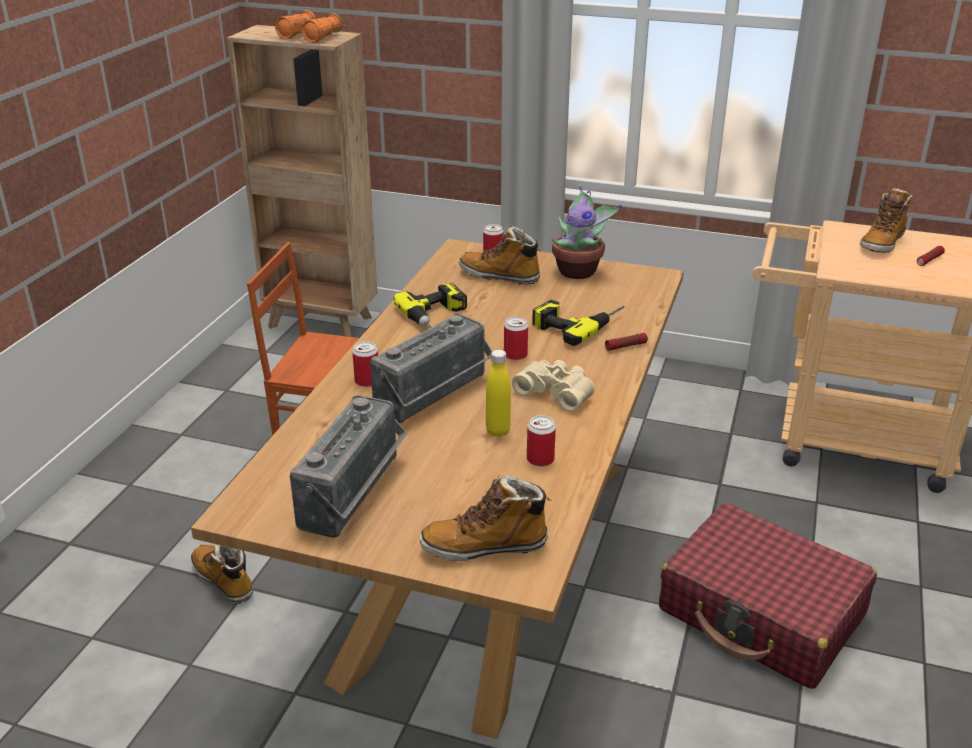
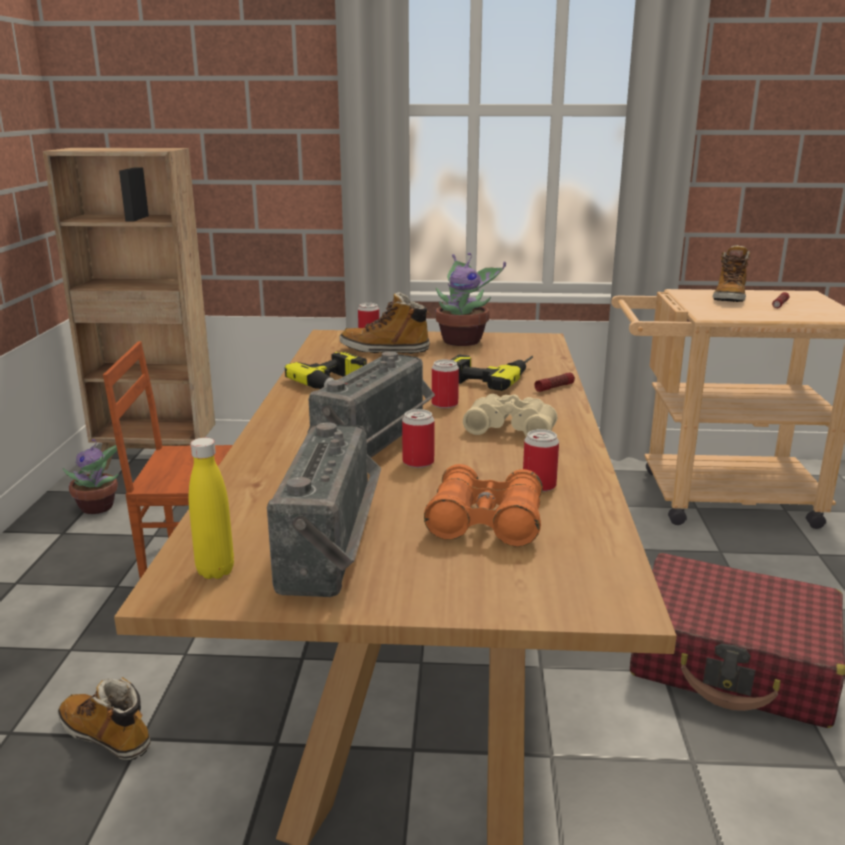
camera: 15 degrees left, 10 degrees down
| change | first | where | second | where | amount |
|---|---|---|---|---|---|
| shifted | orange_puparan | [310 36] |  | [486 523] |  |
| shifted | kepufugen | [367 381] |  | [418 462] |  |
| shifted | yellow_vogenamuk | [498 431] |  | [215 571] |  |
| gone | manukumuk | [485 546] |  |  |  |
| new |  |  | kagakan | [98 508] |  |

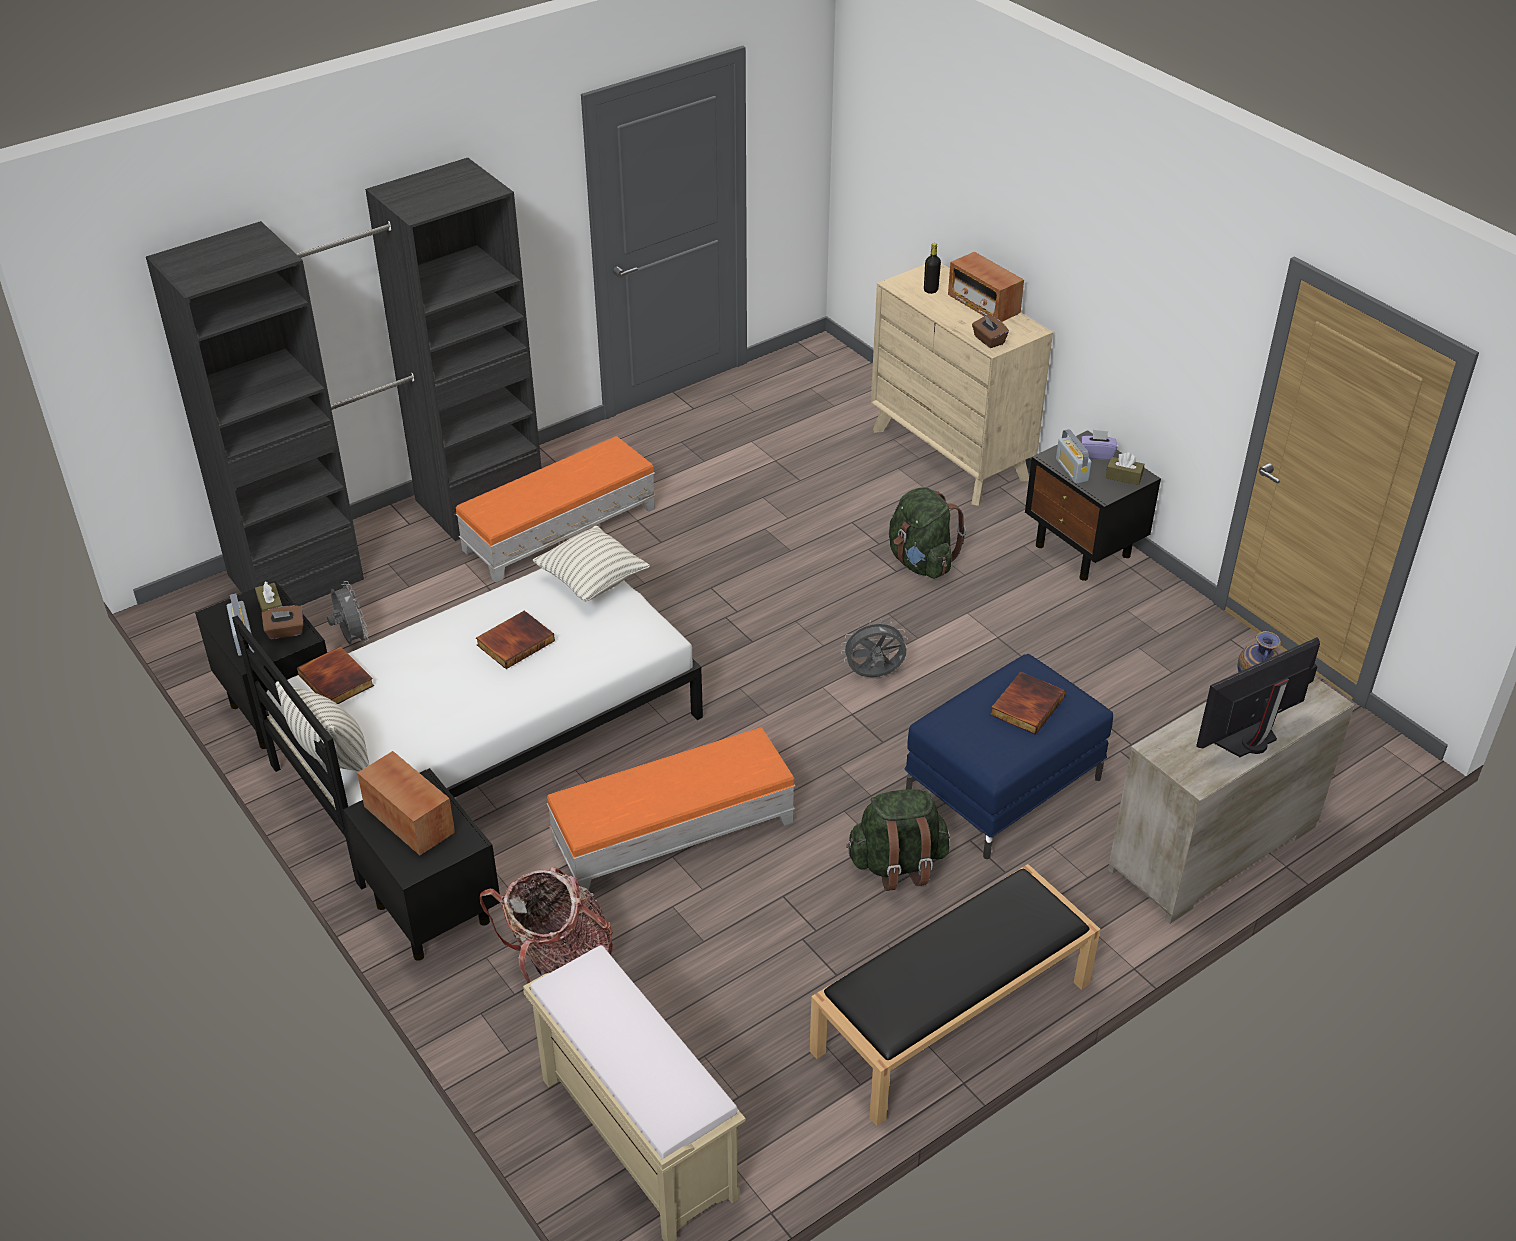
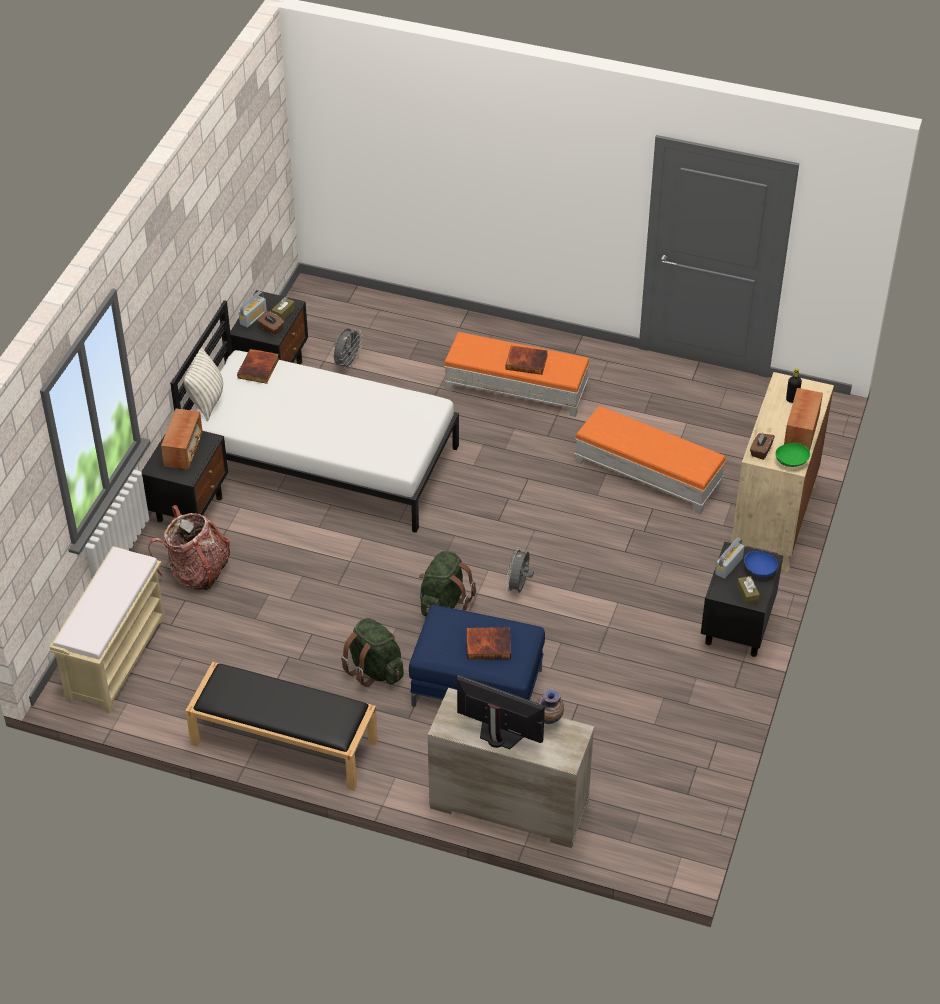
camera: 55 degrees right, 5 degrees up
| change | first | where | second | where | amount |
|---|---|---|---|---|---|
| gone | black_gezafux | [391 538] |  |  |  |
| swapped | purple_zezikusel | [1097 454] | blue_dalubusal | [759 571] |  |
| shifted | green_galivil | [921 562] |  | [444 603] |  |
| gone | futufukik | [592 581] |  |  |  |
| shifted | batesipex | [515 642] |  | [527 361] |  |
| rotated | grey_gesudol | [874 675] |  | [519 587] | 120 degrees counterclockwise |
| shifted | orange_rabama | [672 831] |  | [647 473] |  |
| new |  |  | green_dalubusal | [791 462] |  |

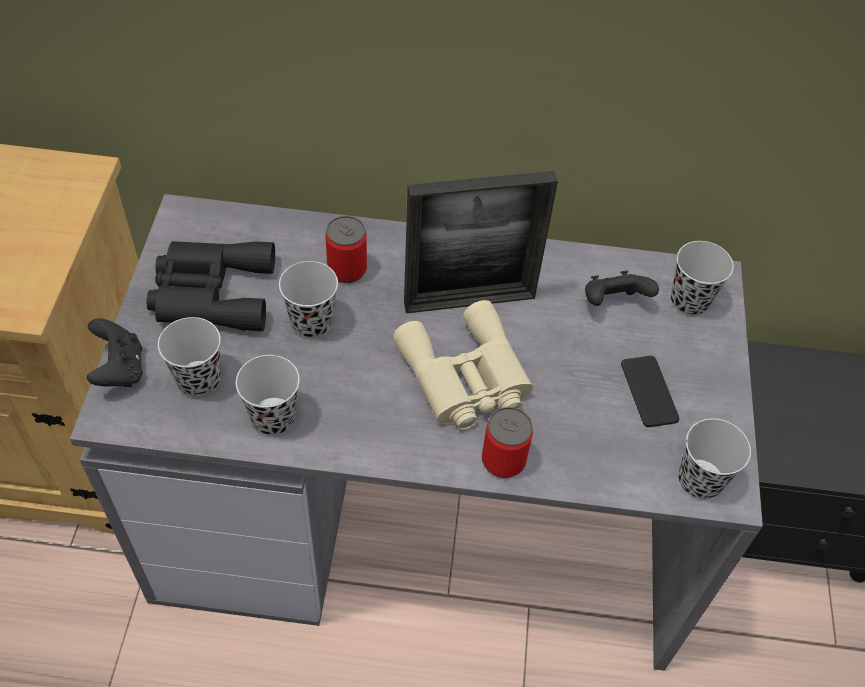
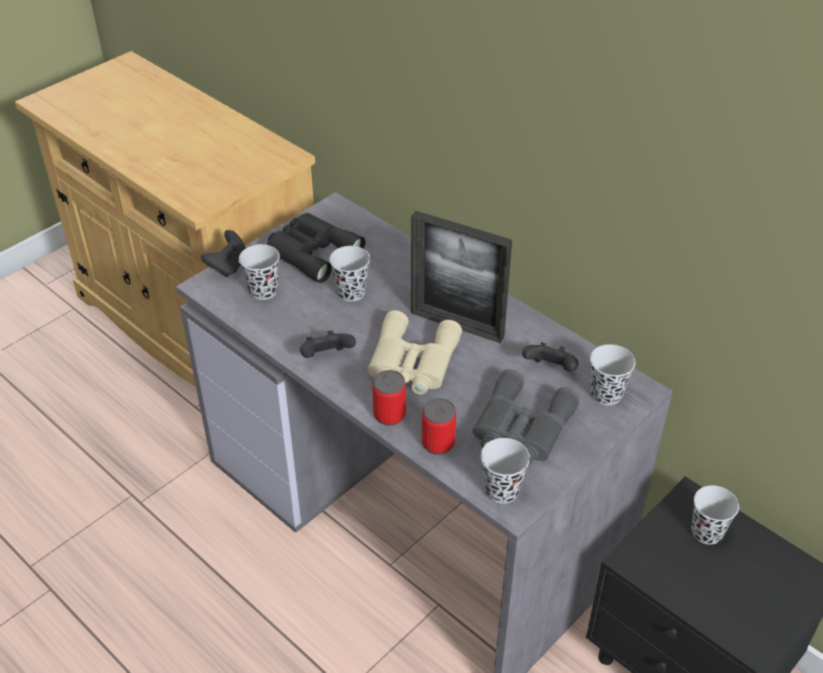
camera: 40 degrees right, 10 degrees down
| change | first | where | second | where | amount |
|---|---|---|---|---|---|
| shifted | kepufugen | [347 270] |  | [438 443] |  |
| shifted | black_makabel | [273 418] |  | [707 532] |  |
| swapped | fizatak | [649 391] | grey_puparan | [521 428] |  |
| new |  |  | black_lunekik | [327 357] |  |

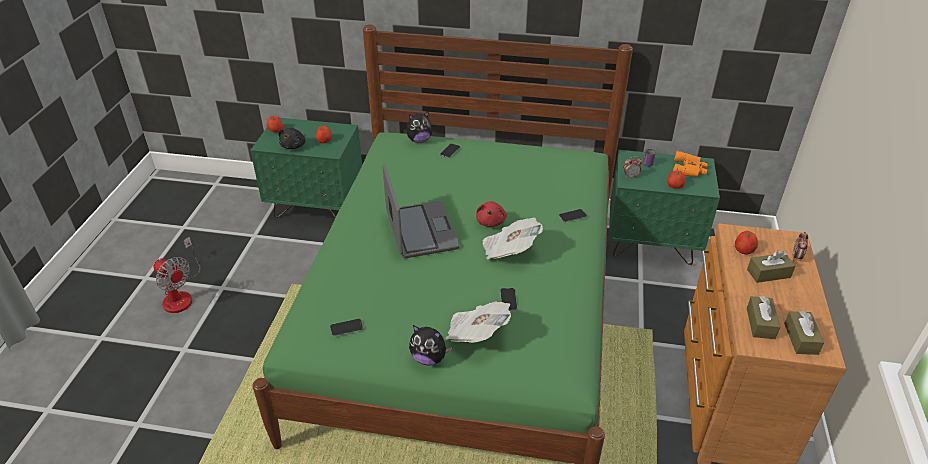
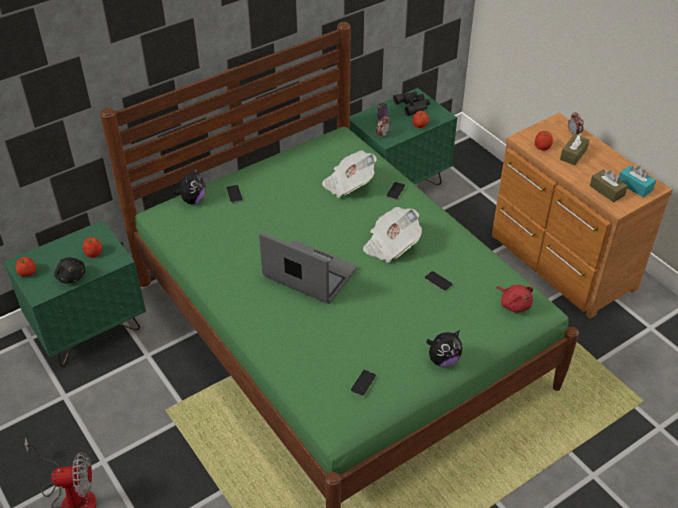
camera: 45 degrees left, 5 degrees up
| change | first | where | second | where | amount |
|---|---|---|---|---|---|
| repainted | orange_puparan | [689 169] | black_puparan | [413 105] |  |
| shifted | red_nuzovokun | [491 221] |  | [514 304] |  |
| shifted | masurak | [476 333] |  | [348 184] |  |
| repainted | brown_zezikusel | [801 338] | turquoise_zezikusel | [635 186] |  |

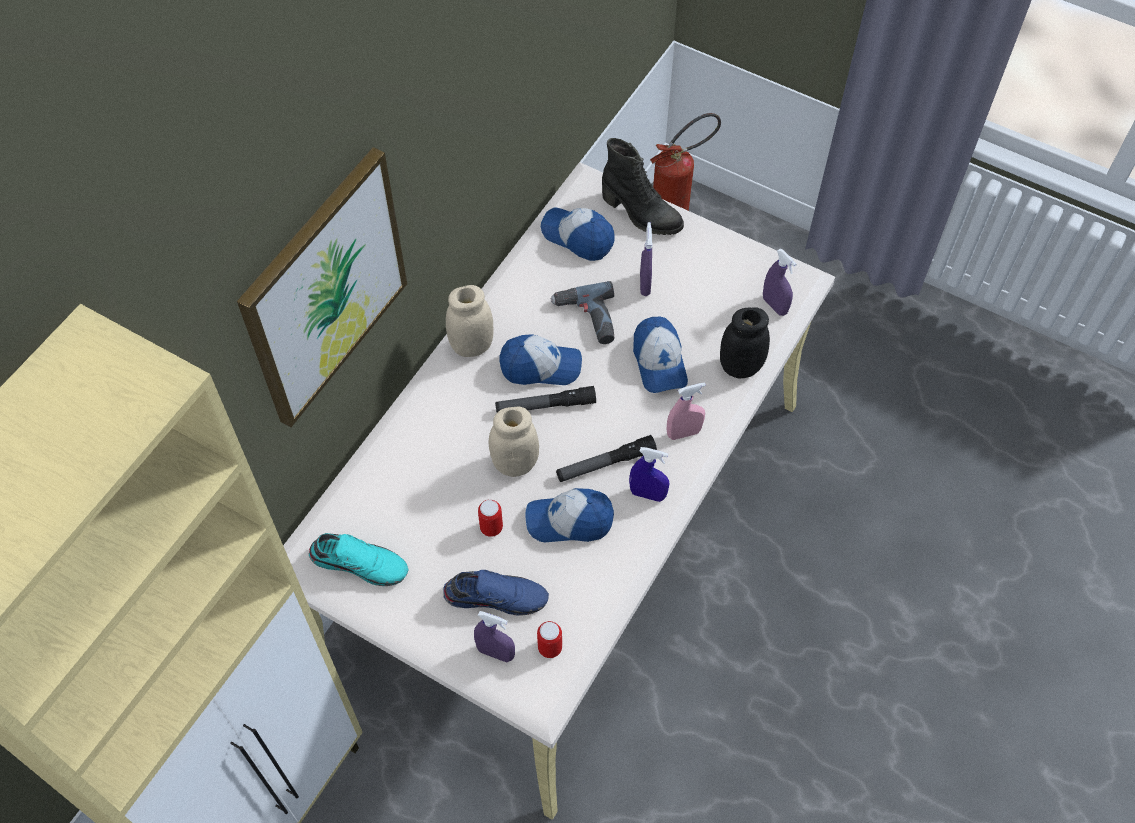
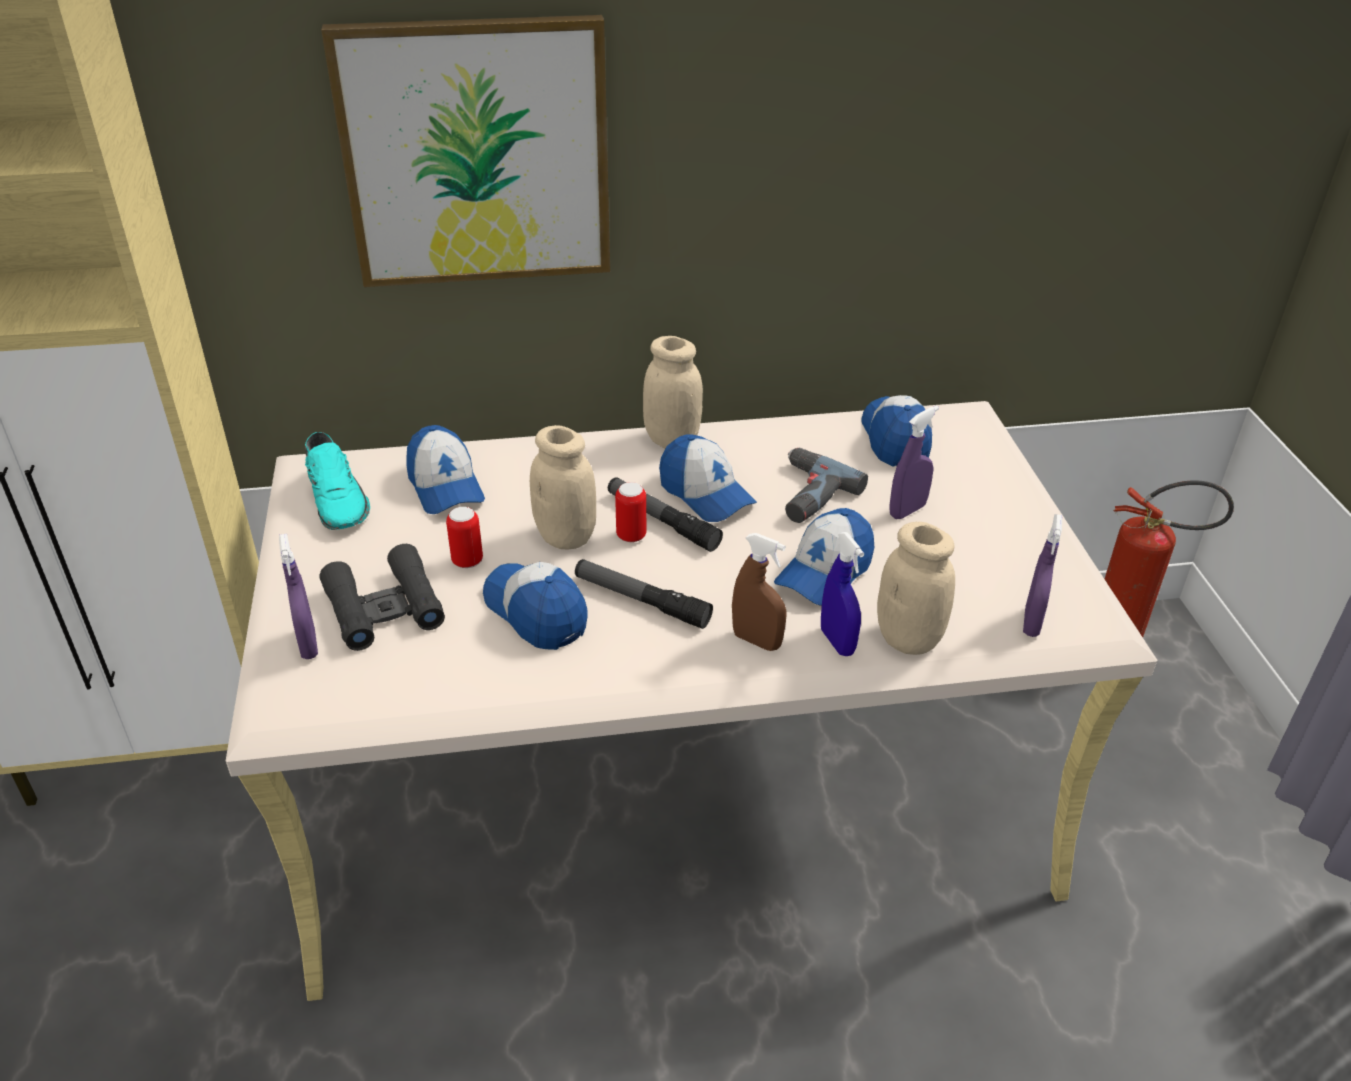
camera: 50 degrees right, 20 degrees down
| change | first | where | second | where | amount |
|---|---|---|---|---|---|
| gone | black_manukumuk | [640 214] |  |  |  |
| repainted | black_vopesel | [740 366] | beige_vopesel | [908 639] |  |
| repainted | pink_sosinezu | [683 433] | brown_sosinezu | [756 640] |  |
| shifted | blue_sosinezu | [647 494] |  | [837 642] |  |
| swapped | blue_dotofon | [496 595] | black_puparan | [384 608] |  |
| shifted | kepufugen | [550 648] |  | [631 536] |  |
| new |  |  | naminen | [445 486] |  |

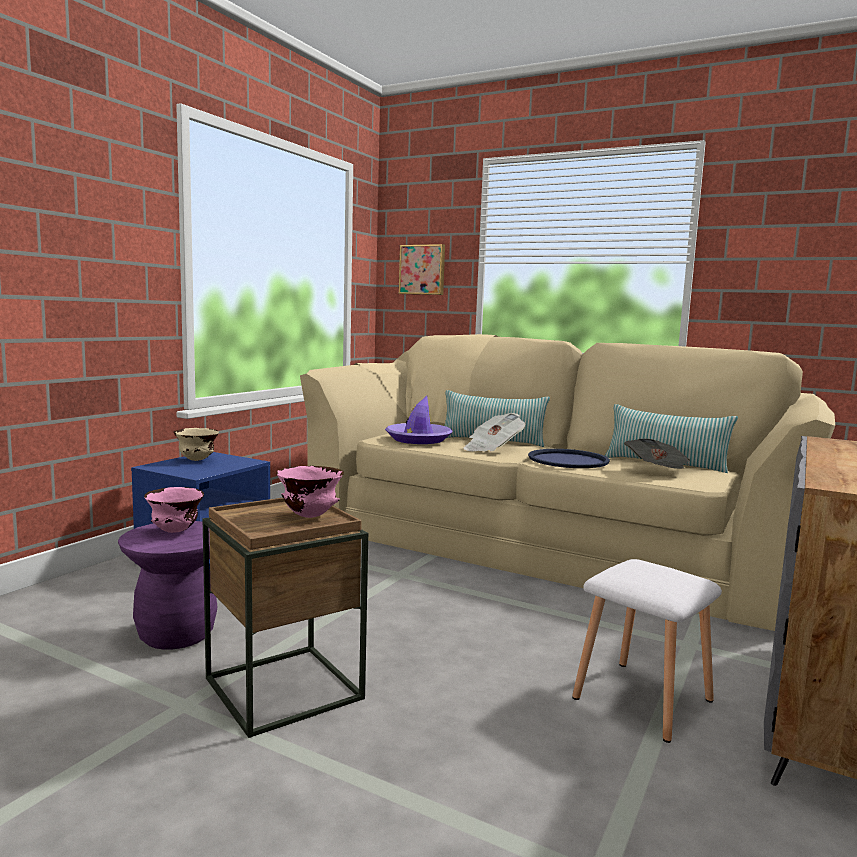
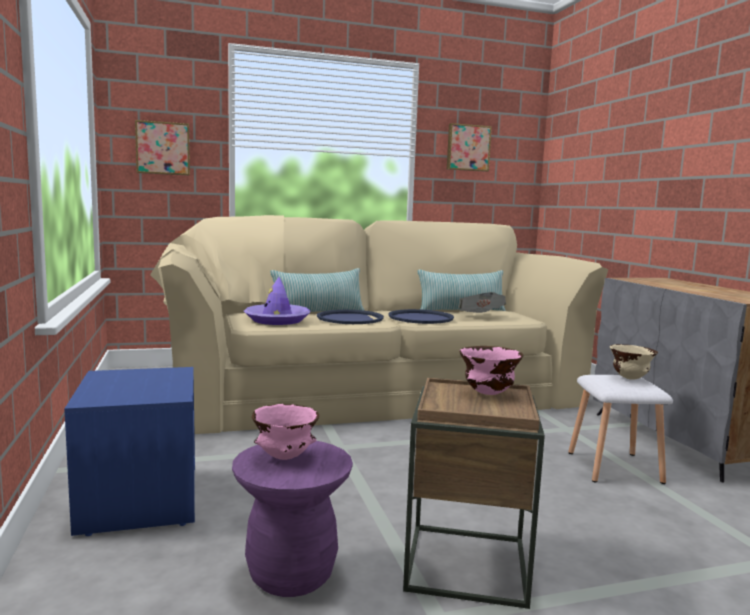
camera: 45 degrees left, 0 degrees up
| change | first | where | second | where | amount |
|---|---|---|---|---|---|
| swapped | masurak | [492 449] | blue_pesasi | [350 318] |  |
| shifted | beige_dalubusal | [197 460] |  | [630 378] |  |
| new |  |  | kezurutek | [467 148] |  |

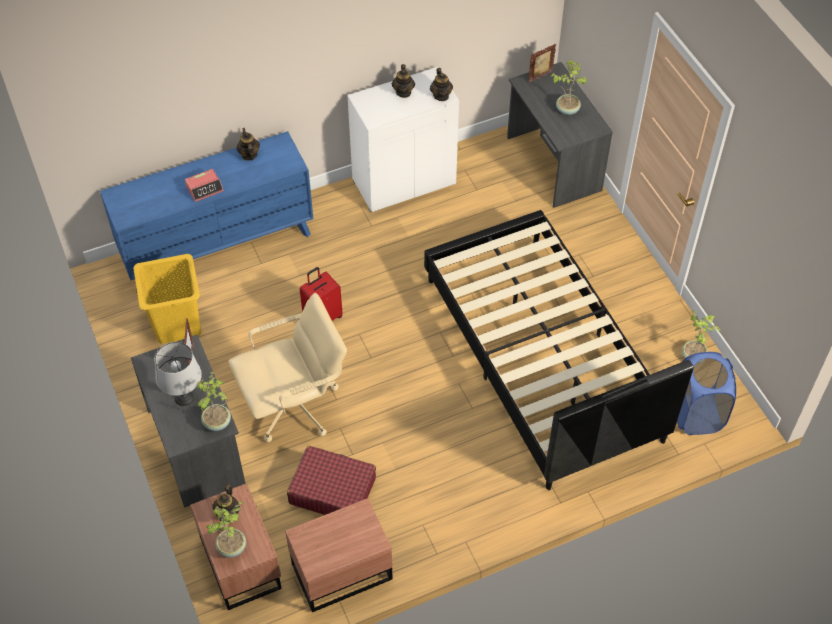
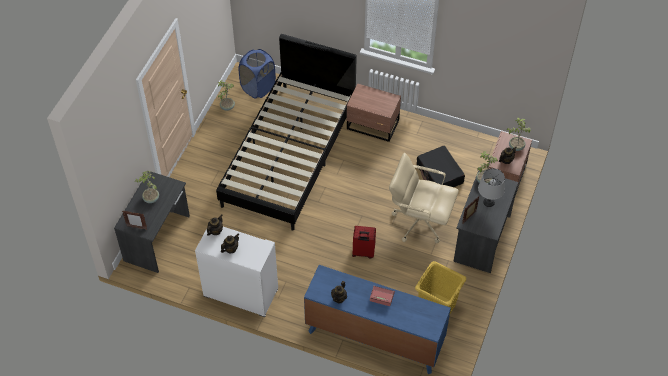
camera: 135 degrees left, 0 degrees up
| change | first | where | second | where | amount |
|---|---|---|---|---|---|
| repainted | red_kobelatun | [332 490] | black_kobelatun | [439 174] |  |
| shifted | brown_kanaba | [339 570] |  | [373 125] |  |

